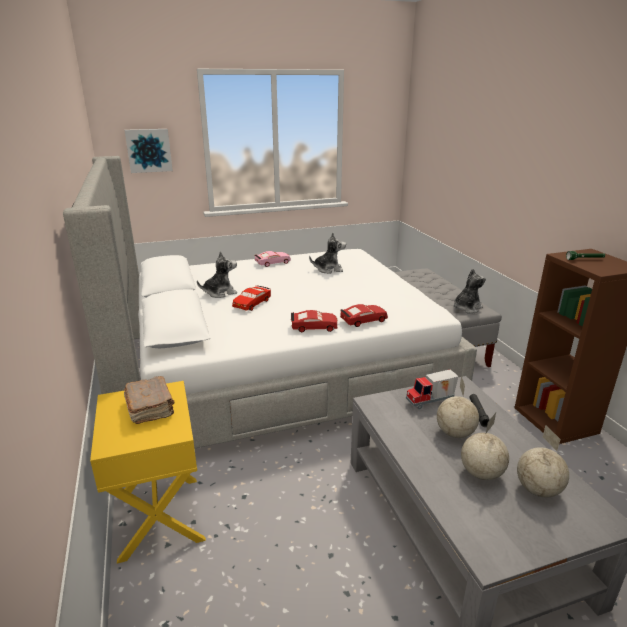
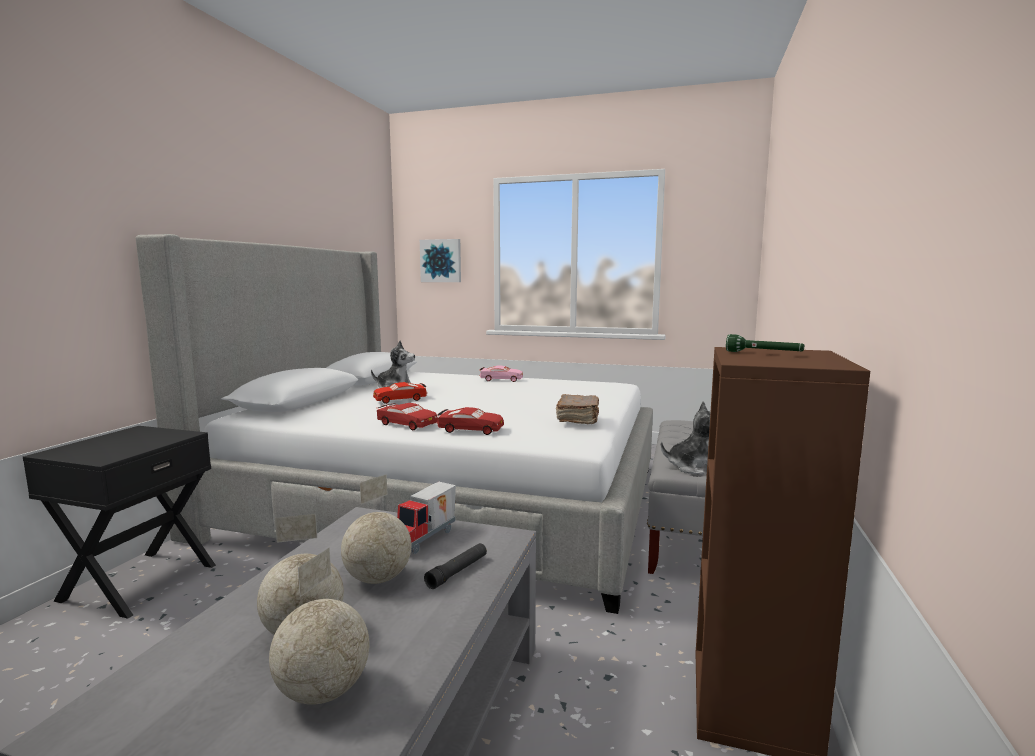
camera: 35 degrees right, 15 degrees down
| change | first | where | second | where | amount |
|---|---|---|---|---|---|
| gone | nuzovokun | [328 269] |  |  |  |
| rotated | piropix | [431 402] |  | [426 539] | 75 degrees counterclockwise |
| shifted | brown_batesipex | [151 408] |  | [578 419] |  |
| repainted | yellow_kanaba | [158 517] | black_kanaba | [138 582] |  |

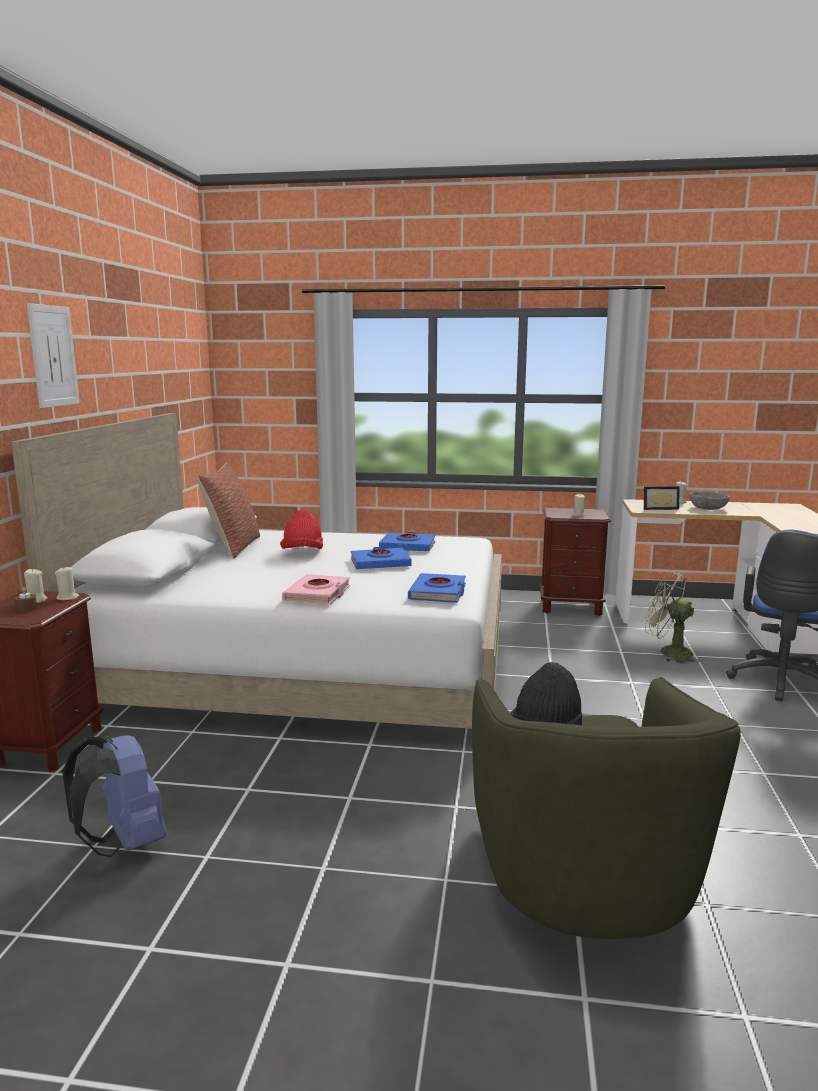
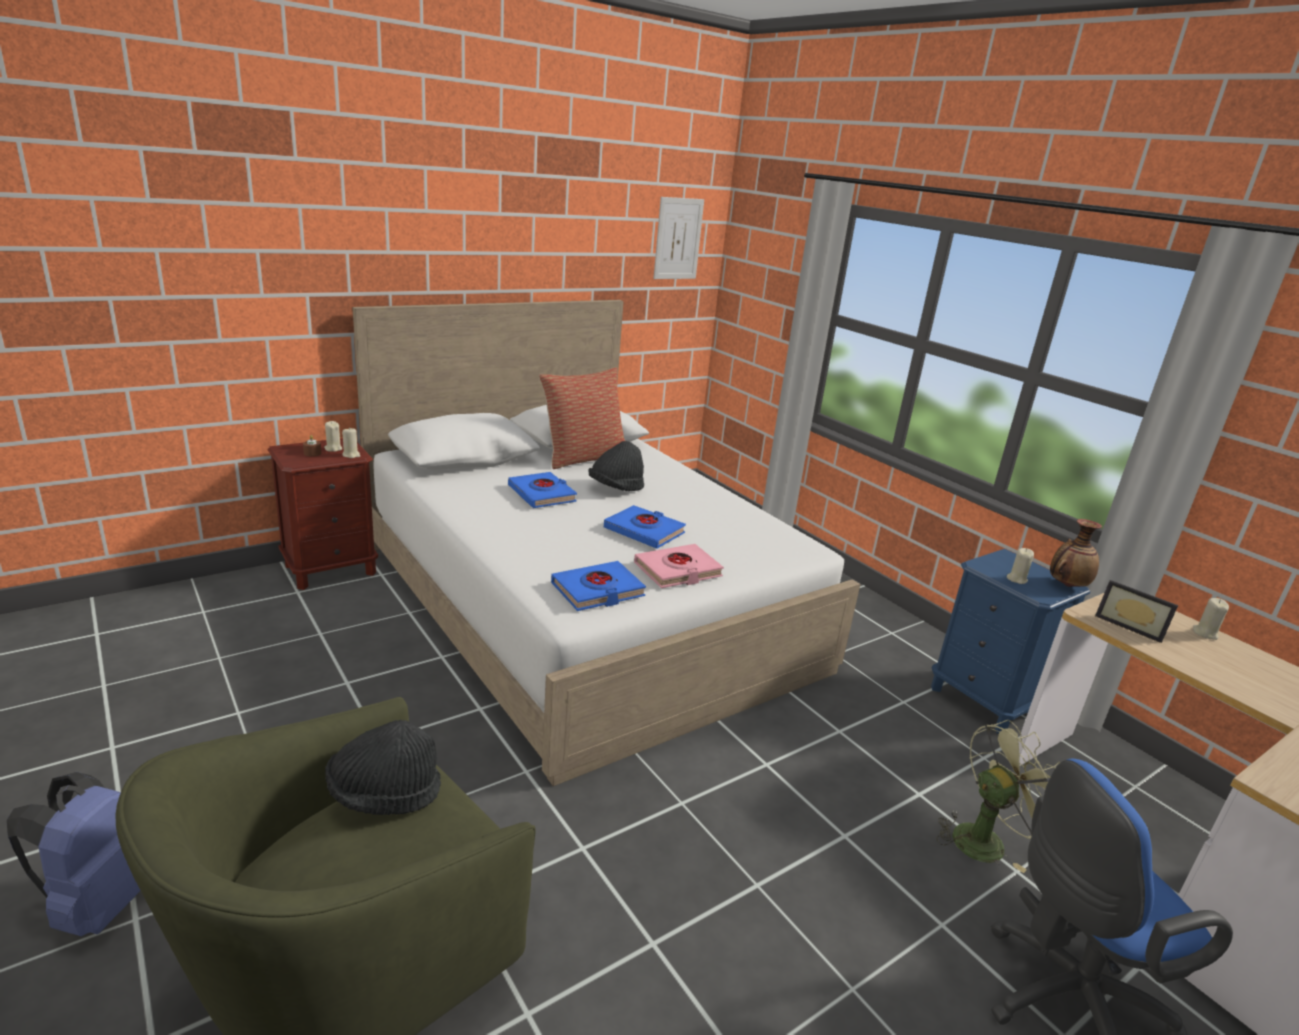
camera: 45 degrees right, 10 degrees up
| change | first | where | second | where | amount |
|---|---|---|---|---|---|
| shifted | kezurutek | [53 356] |  | [678 239] |  |
| gone | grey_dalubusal | [707 508] |  |  |  |
| repainted | brown_kanaba | [571 607] | blue_kanaba | [983 701] |  |
| repainted | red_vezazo | [302 553] | black_vezazo | [616 488] |  |
| shifted | blue_batesipex | [407 546] |  | [542 494] |  |
| rotated | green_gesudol | [668 652] |  | [985 839] | 75 degrees clockwise |
| shifted | pink_batesipex | [318 594] |  | [678 571] |  |
| shifted | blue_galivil | [125 843] |  | [101 902] |  |
| new |  |  | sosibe | [1067 585] |  |

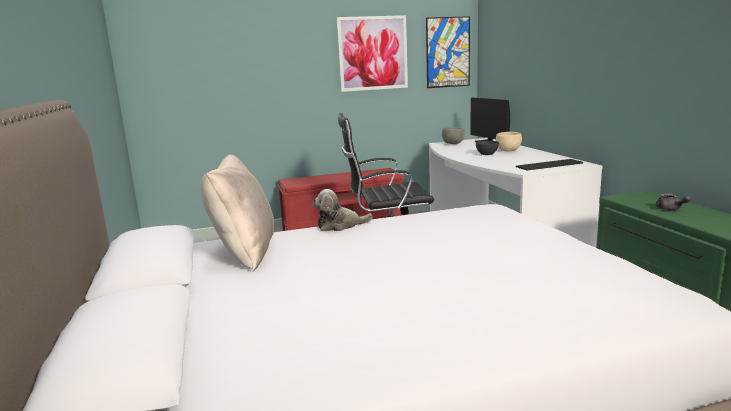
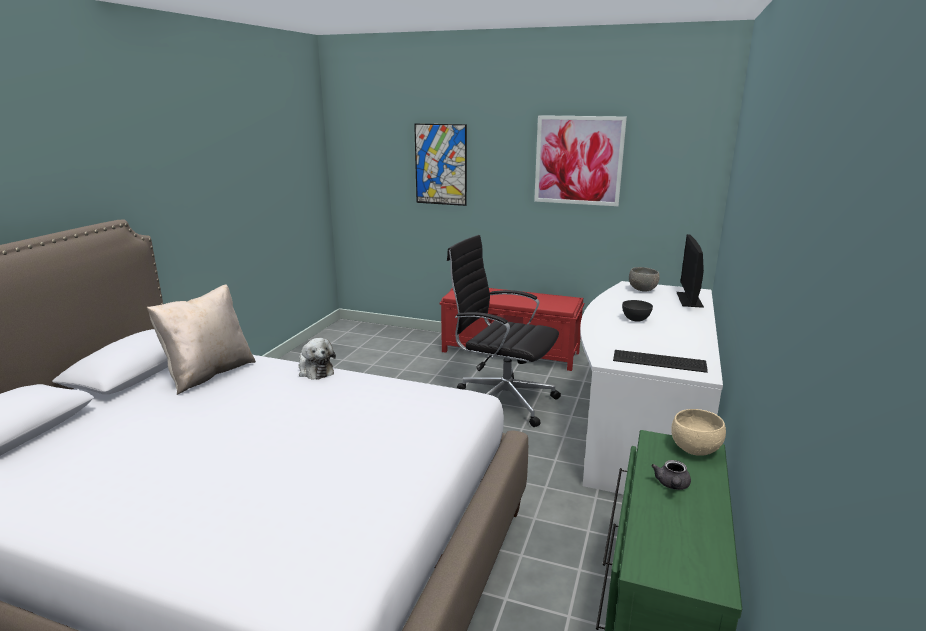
camera: 35 degrees right, 5 degrees up
| change | first | where | second | where | amount |
|---|---|---|---|---|---|
| shifted | kezurutek | [448 52] |  | [441 164] |  |
| shifted | beige_dalubusal | [508 151] |  | [694 449] |  |
| rotated | nuzovokun | [340 226] |  | [315 370] | 150 degrees counterclockwise |

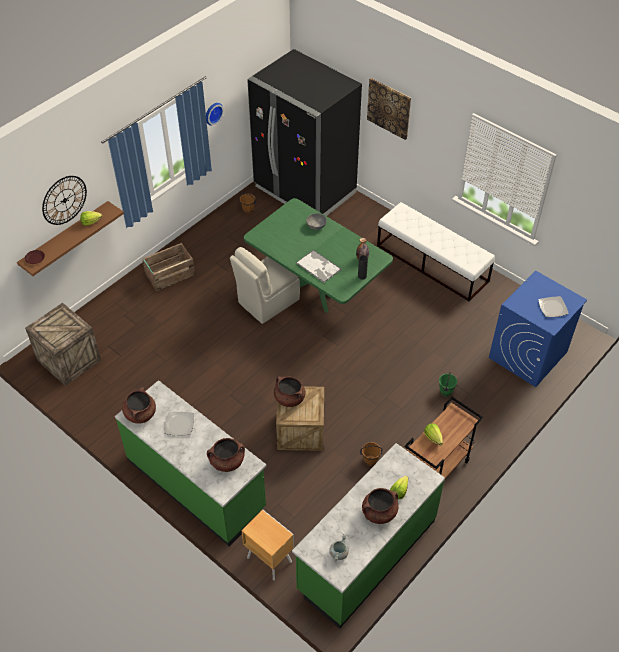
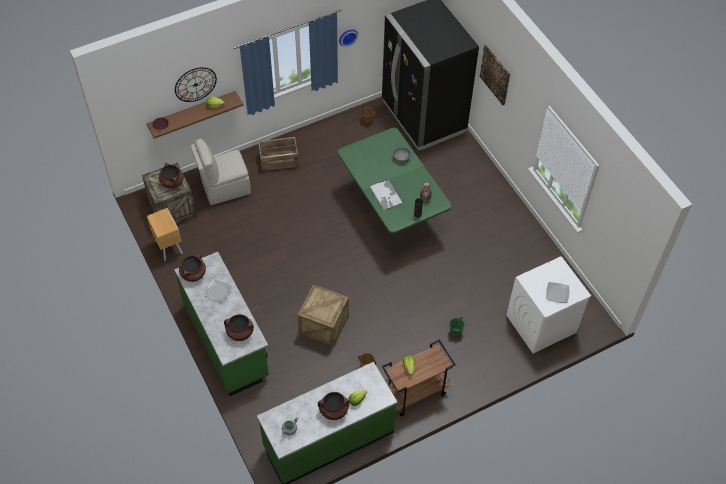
camera: 20 degrees right, 5 degrees up
| change | first | where | second | where | amount |
|---|---|---|---|---|---|
| gone | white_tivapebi | [432 263] |  |  |  |
| shifted | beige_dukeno | [267 302] |  | [224 188] |  |
| repainted | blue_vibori | [528 355] | white_vibori | [541 324] |  |
| shifted | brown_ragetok | [289 398] |  | [172 182] |  |
| shifted | brown_kanaba | [269 559] |  | [168 247] |  |

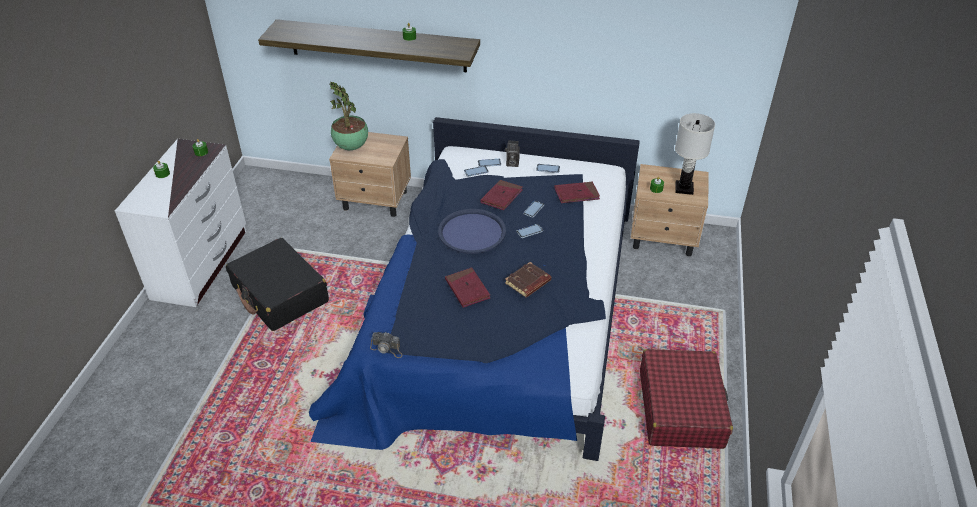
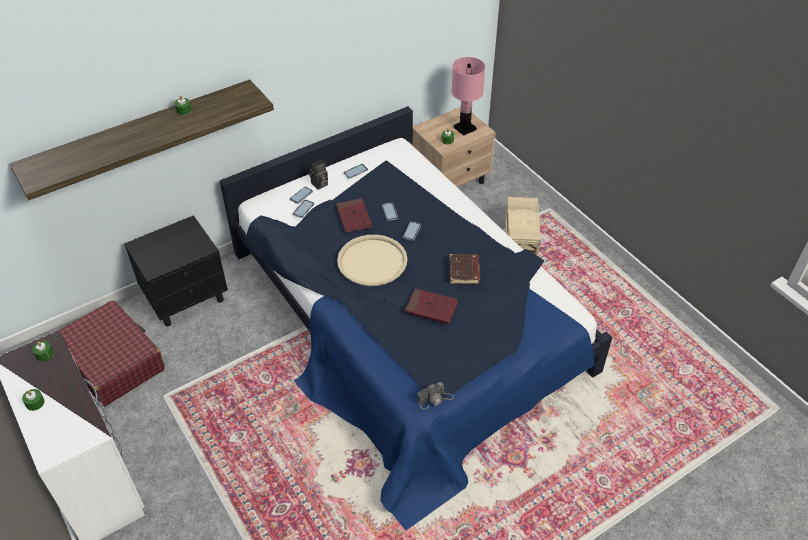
camera: 45 degrees left, 5 degrees up
| change | first | where | second | where | amount |
|---|---|---|---|---|---|
| gone | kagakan | [352 147] |  |  |  |
| repainted | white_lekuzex | [684 188] | pink_lekuzex | [464 128] |  |
| repainted | beige_kanaba | [376 200] | black_kanaba | [187 298] |  |
| gone | red_batesipex | [576 194] |  |  |  |
| repainted | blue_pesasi | [472 232] | beige_pesasi | [372 261] |  |
| gone | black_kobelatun | [280 294] |  |  |  |
| shifted | red_kobelatun | [681 408] |  | [113 361] |  |
| new |  |  | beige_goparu | [521 238] |  |

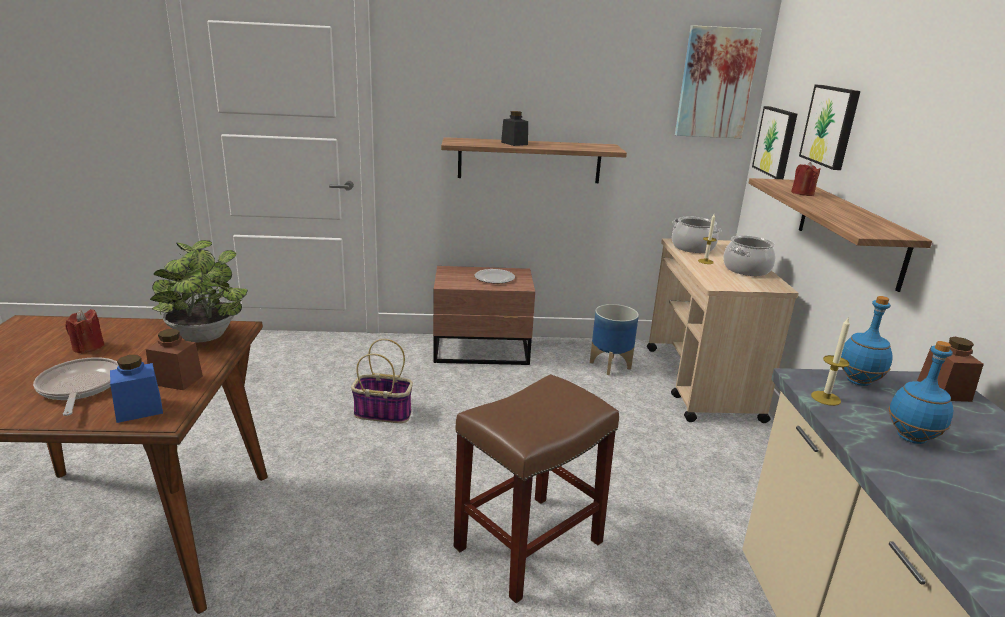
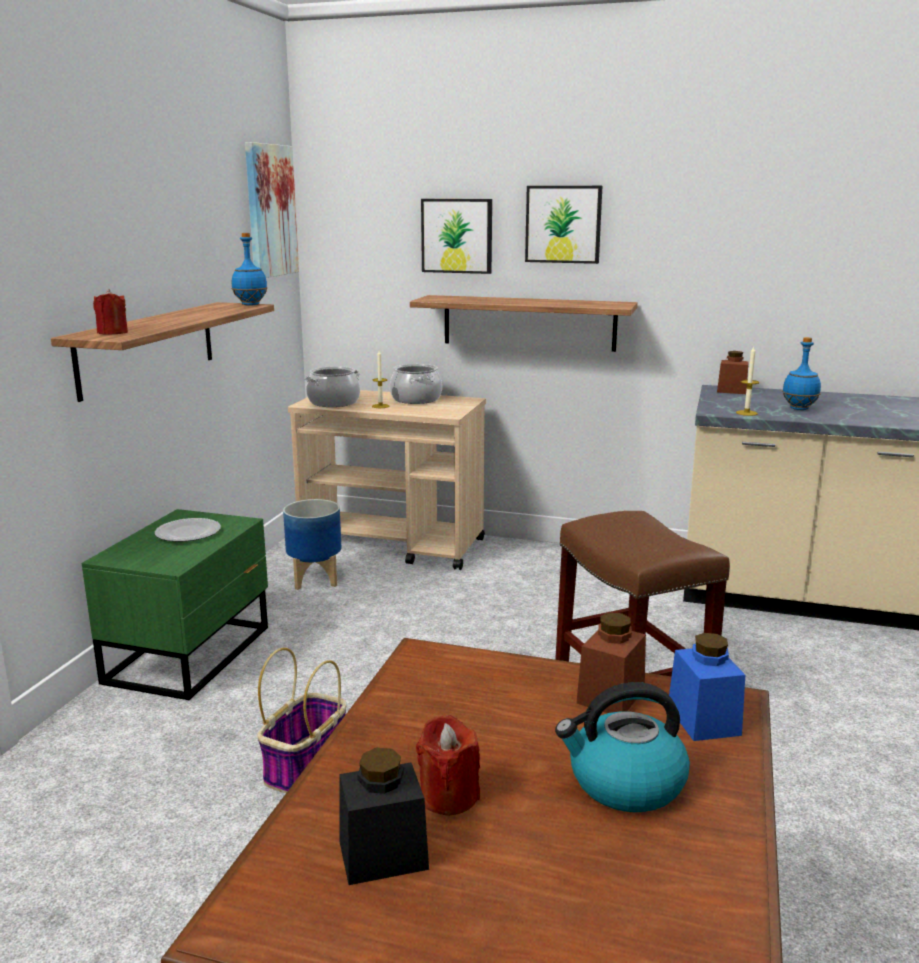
camera: 70 degrees left, 5 degrees down
| change | first | where | second | where | amount |
|---|---|---|---|---|---|
| shifted | kezurutek | [776 142] |  | [563 224] |  |
| shifted | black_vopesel | [514 143] |  | [383 855] |  |
| shifted | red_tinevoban | [802 193] |  | [112 333] |  |
| gone | kagakan | [203 338] |  |  |  |
| repainted | brown_kanaba | [483 351] | green_kanaba | [193 654] |  |
| shifted | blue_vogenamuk | [858 381] |  | [250 304] |  |
| swapped | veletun | [79 388] | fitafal | [624 783] |  |

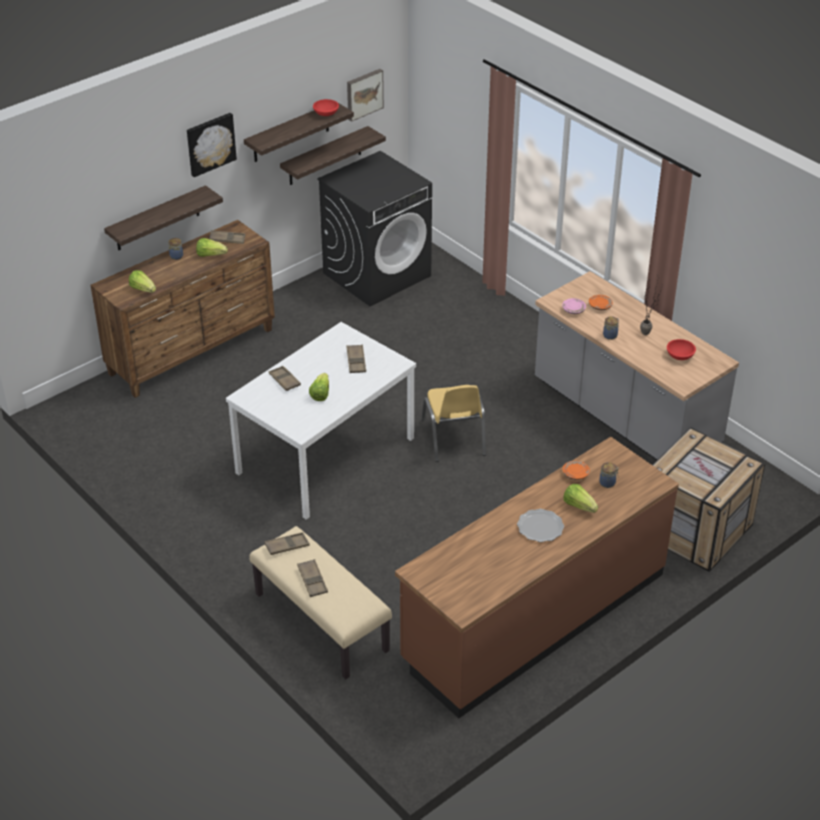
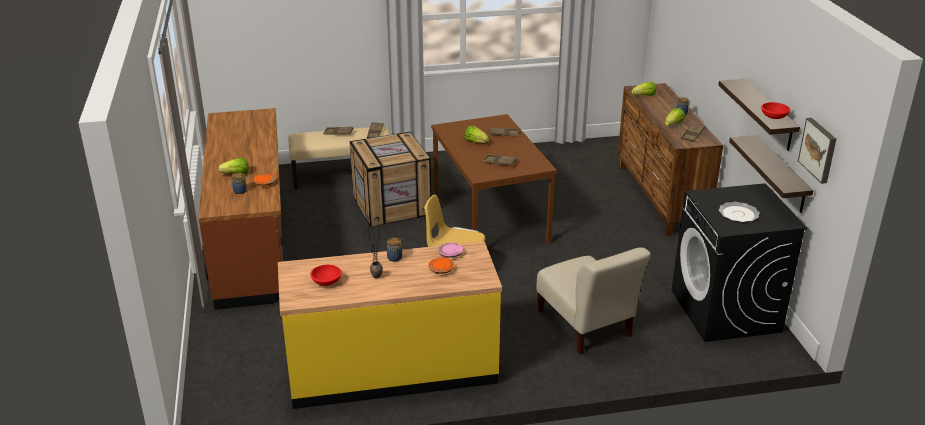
camera: 120 degrees right, 10 degrees down
| change | first | where | second | where | amount |
|---|---|---|---|---|---|
| gone | kezurutek | [210 143] |  |  |  |
| gone | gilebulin | [157 219] |  |  |  |
| repainted | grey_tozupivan | [624 418] | yellow_tozupivan | [392 370] |  |
| repainted | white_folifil | [325 456] | brown_folifil | [489 216] |  |
| shifted | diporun | [693 528] |  | [392 205] |  |
| shifted | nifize | [540 527] |  | [738 214] |  |
| new |  |  | beige_dukeno | [586 326] |  |

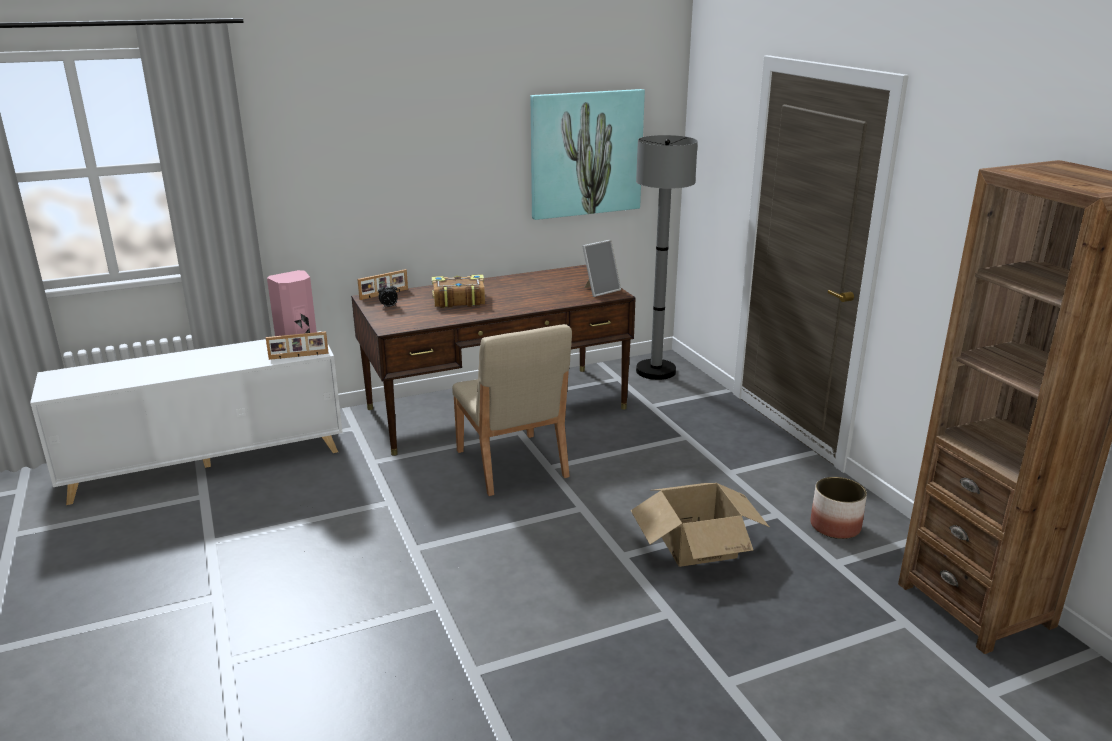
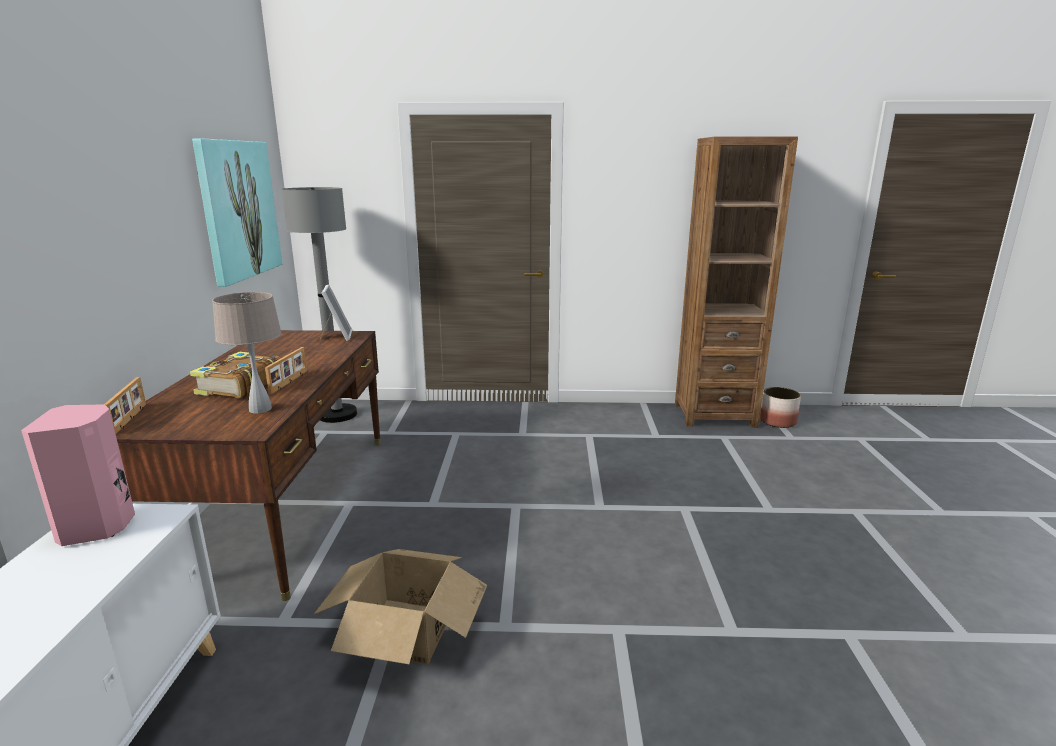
camera: 65 degrees left, 5 degrees down
| change | first | where | second | where | amount |
|---|---|---|---|---|---|
| gone | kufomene | [389 307] |  |  |  |
| gone | beige_dukeno | [511 464] |  |  |  |
| shifted | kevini | [298 356] |  | [290 382] |  |
| shifted | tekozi | [835 526] |  | [777 421] |  |
| shifted | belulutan | [697 544] |  | [406 629] |  |
| new |  |  | beige_lekuzex | [260 409] |  |

